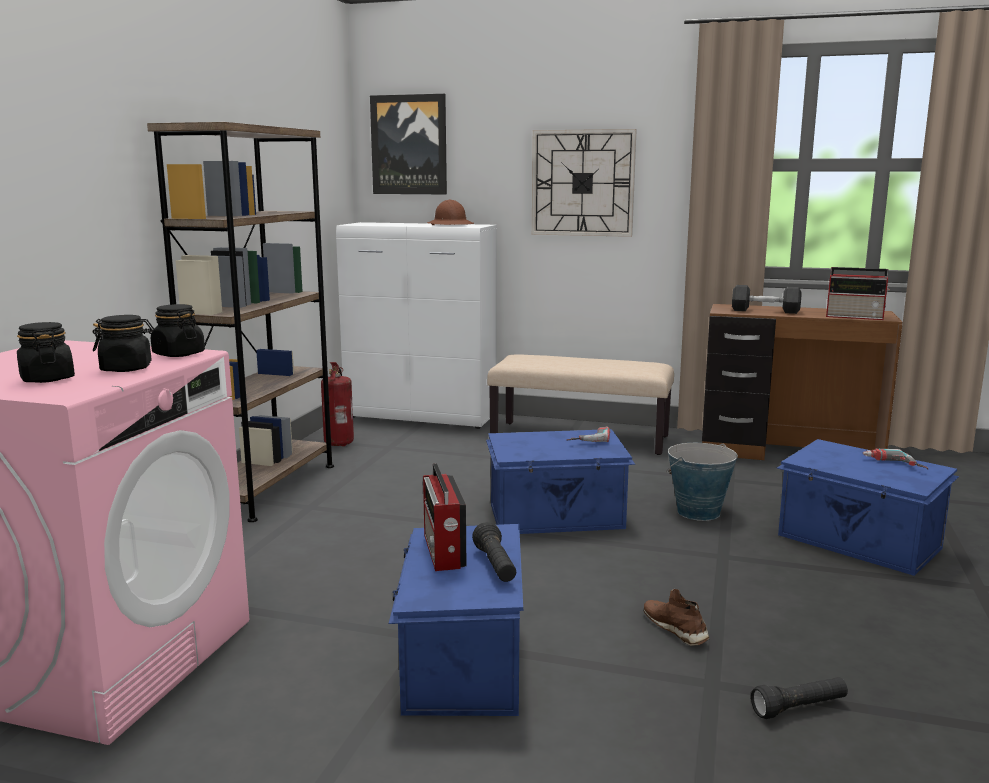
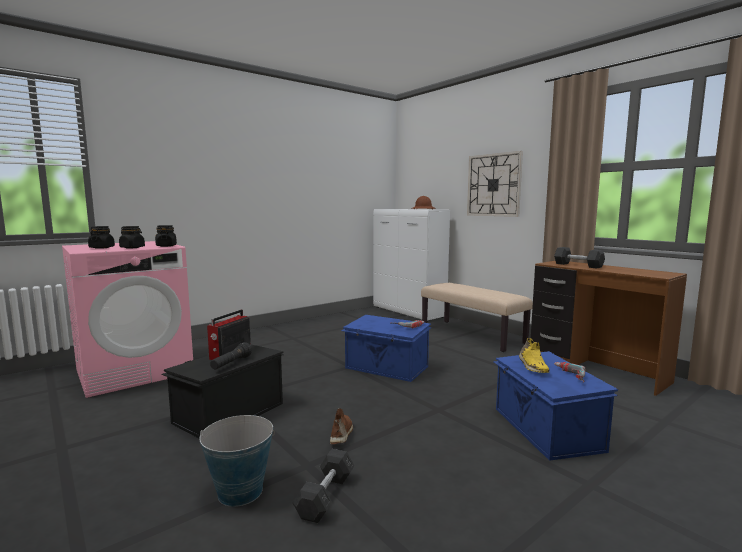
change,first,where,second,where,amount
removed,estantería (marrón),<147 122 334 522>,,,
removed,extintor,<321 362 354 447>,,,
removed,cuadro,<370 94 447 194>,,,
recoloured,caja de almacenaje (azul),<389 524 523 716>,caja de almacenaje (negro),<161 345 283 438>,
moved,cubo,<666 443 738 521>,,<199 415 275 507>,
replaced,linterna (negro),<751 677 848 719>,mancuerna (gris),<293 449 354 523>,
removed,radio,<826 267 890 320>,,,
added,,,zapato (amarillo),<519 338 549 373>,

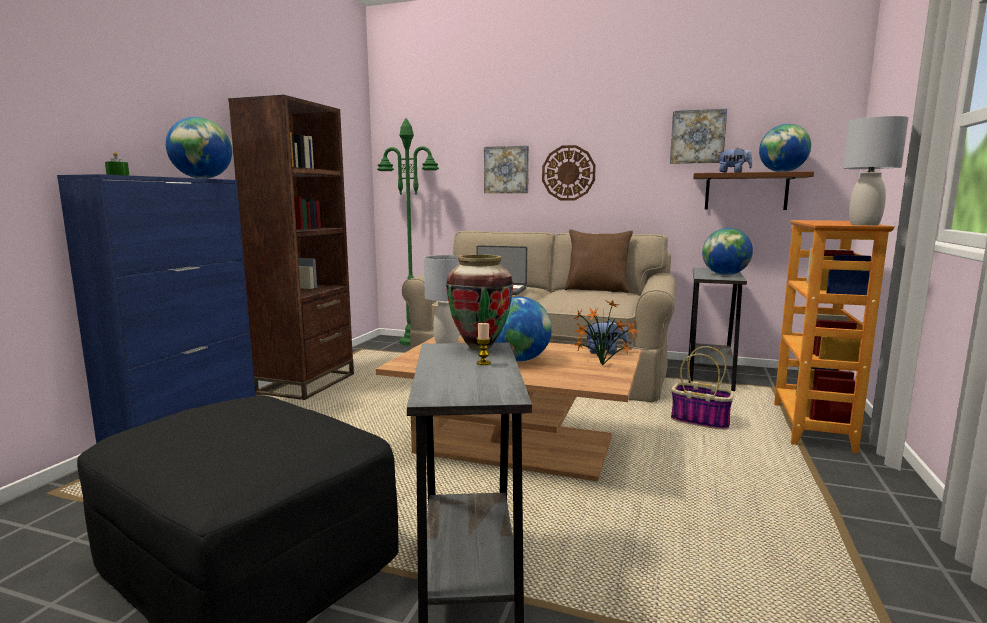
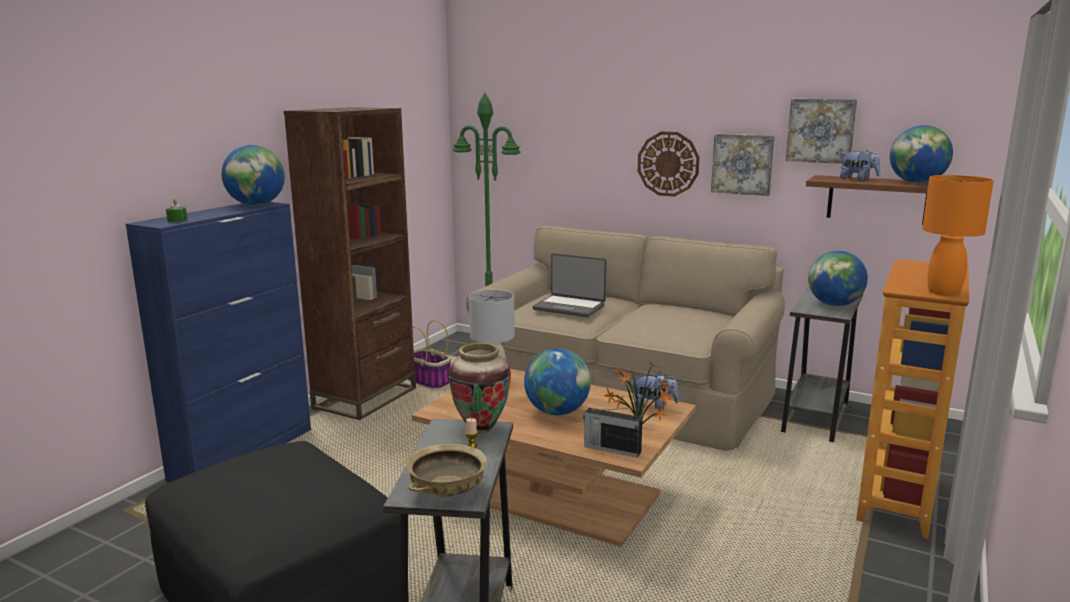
change,first,where,second,where,amount
moved,cuadro,<484 146 529 193>,,<711 134 775 196>,
removed,cojín (marrón),<565 229 633 293>,,,
moved,cesta,<671 346 734 430>,,<408 320 451 389>,
recoloured,lámpara de mesa (gris),<843 116 908 225>,lámpara de mesa (naranja),<922 175 994 296>,
added,,,cuenco (beis),<406 444 487 498>,
added,,,radio,<583 408 643 457>,

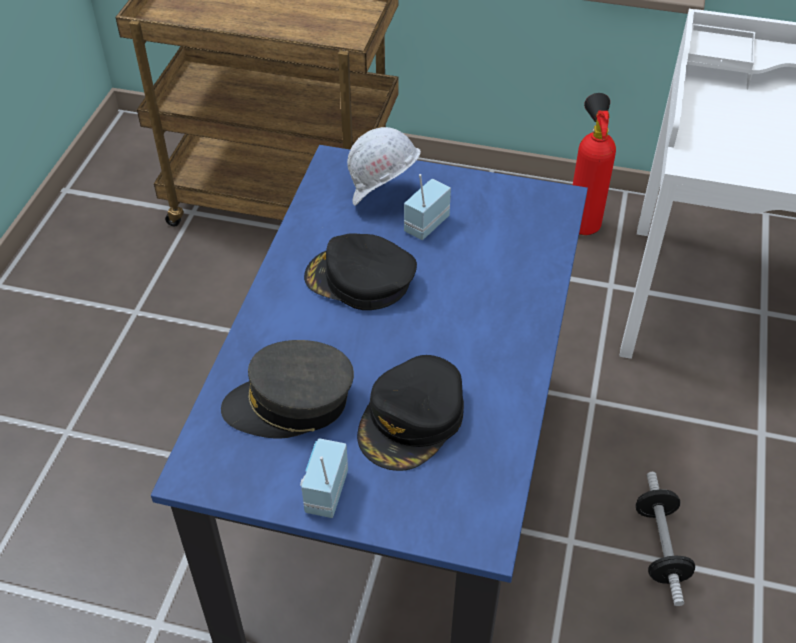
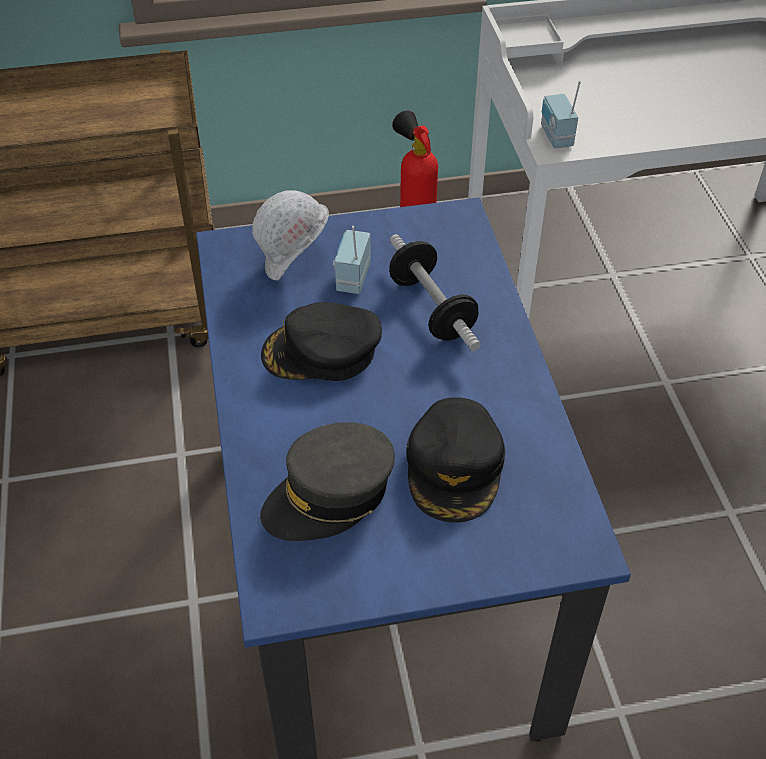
change,first,where,second,where,amount
moved,radio,<300 438 348 518>,,<541 81 581 148>,
moved,mancuerna,<636 472 695 606>,,<389 234 481 351>,

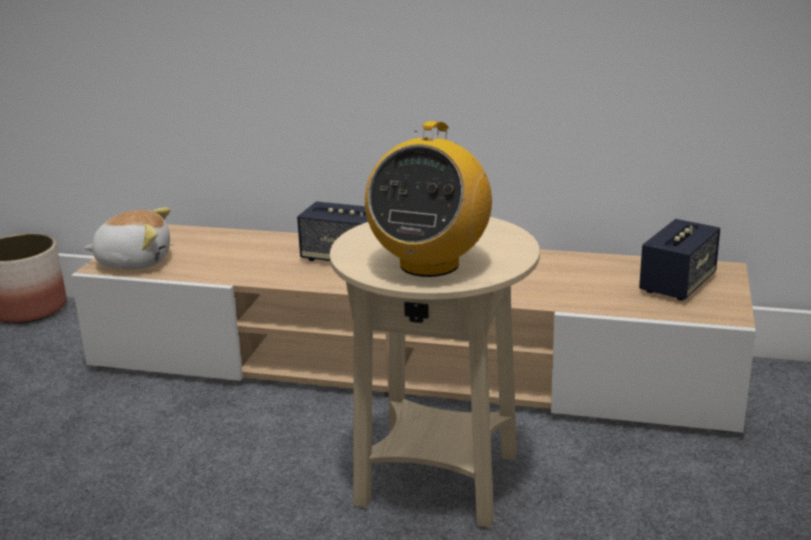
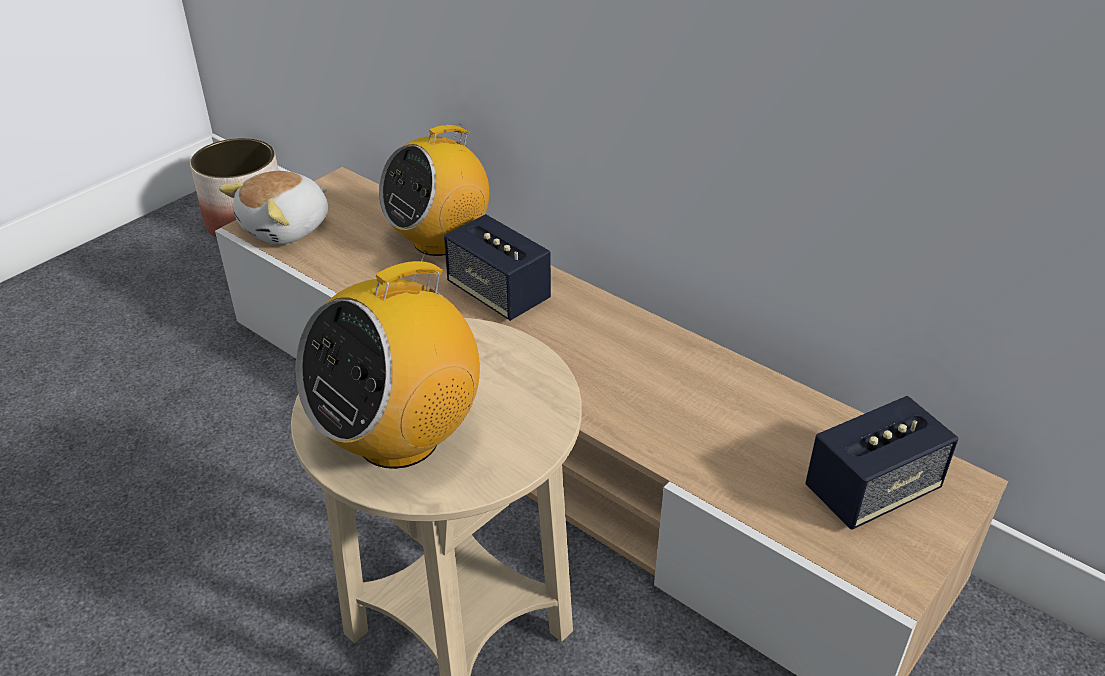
change,first,where,second,where,amount
turned,peluche,<84 207 171 269>,,<219 171 328 244>,105 degrees clockwise
added,,,radio,<379 124 489 256>,

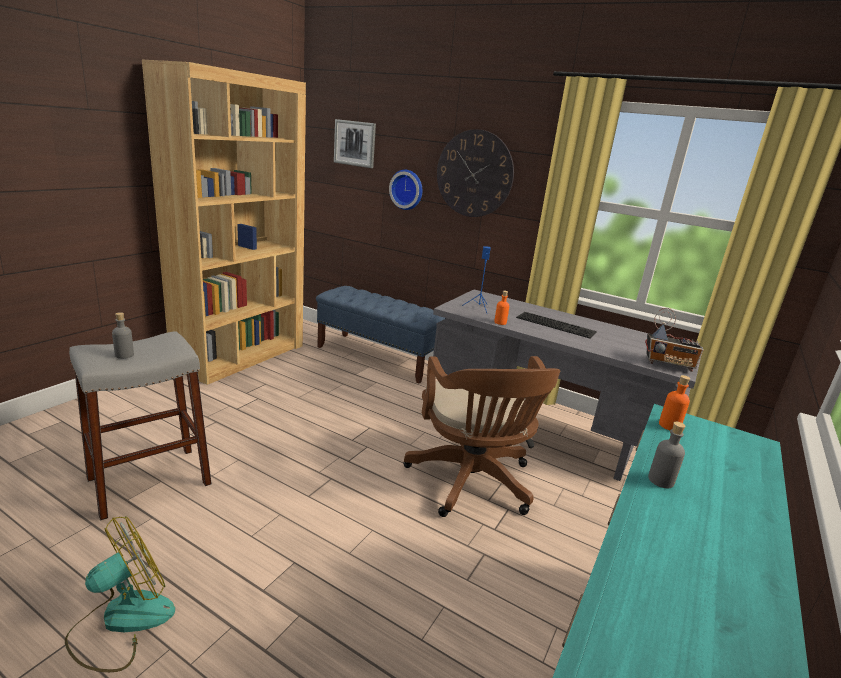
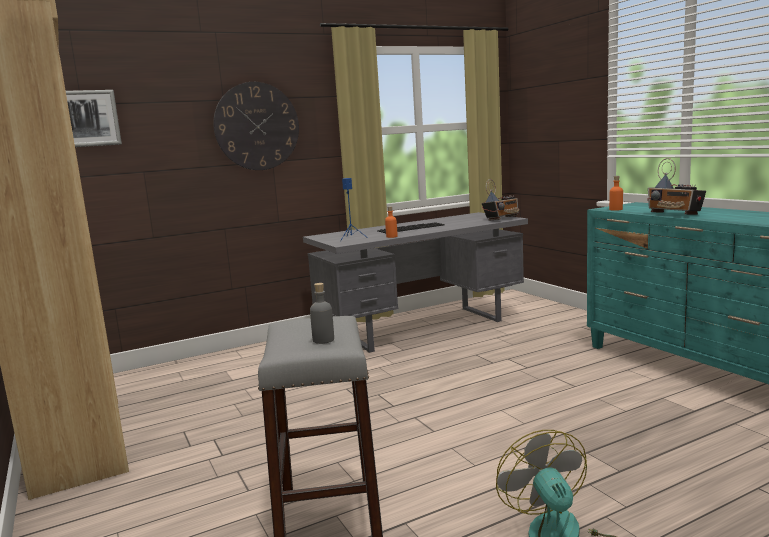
change,first,where,second,where,amount
removed,banco (azul),<316 286 446 384>,,,
removed,reloj de pared,<389 170 422 210>,,,
removed,silla de oficina (marrón),<403 356 560 517>,,,
replaced,botella (gris),<648 422 686 488>,radio,<647 158 706 215>,

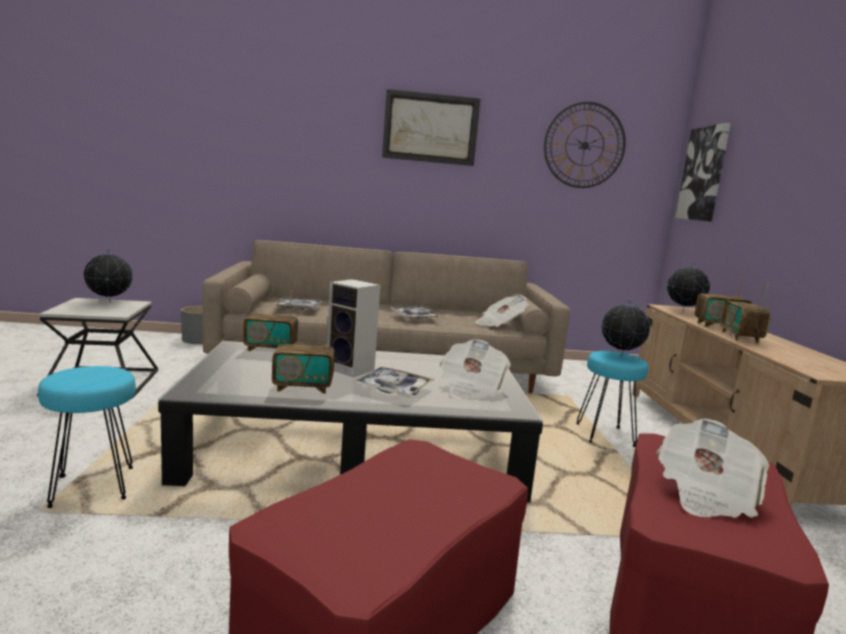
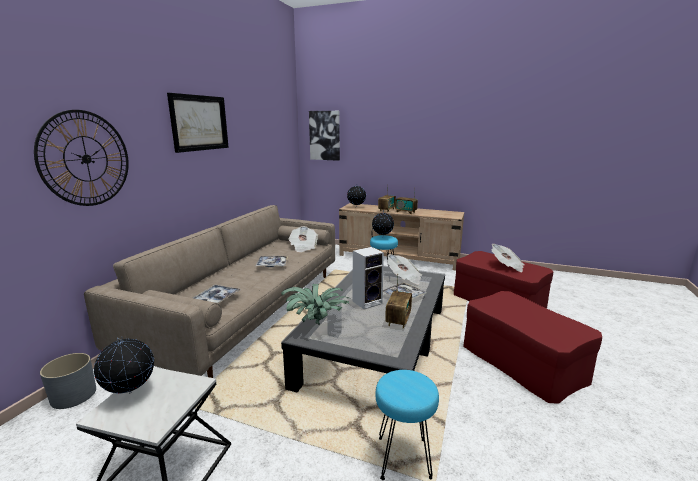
change,first,where,second,where,amount
replaced,radio,<243 290 298 351>,planta en maceta,<281 284 349 325>,
moved,reloj de pared,<544 102 626 188>,,<34 110 129 206>,

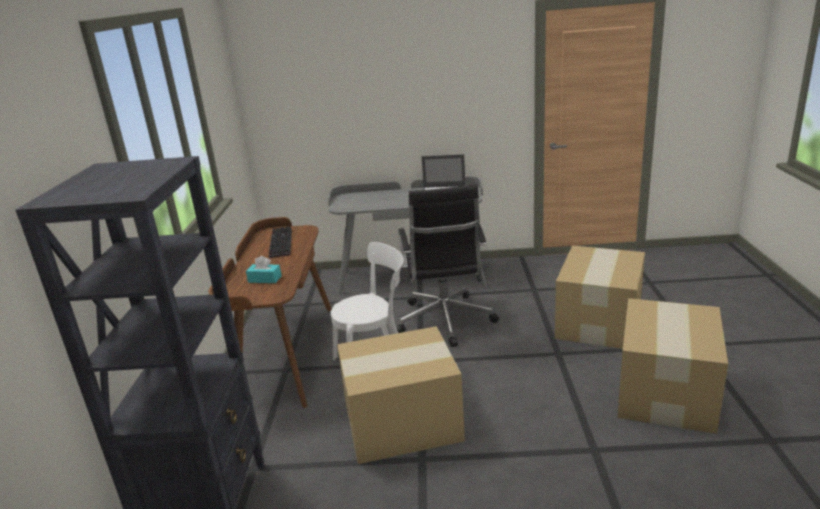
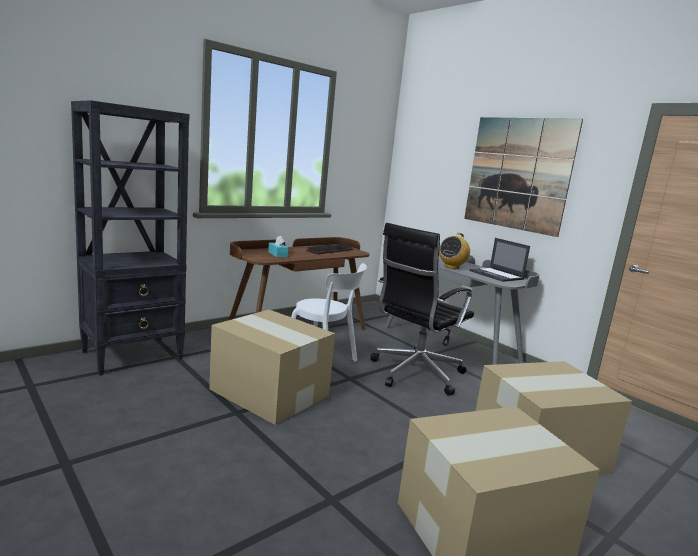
change,first,where,second,where,amount
added,,,radio,<439 233 470 269>,
added,,,cuadro,<464 117 583 237>,

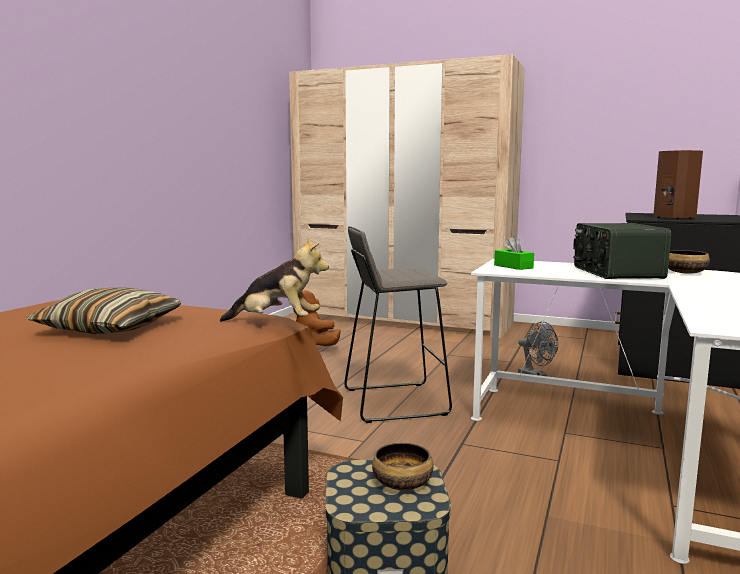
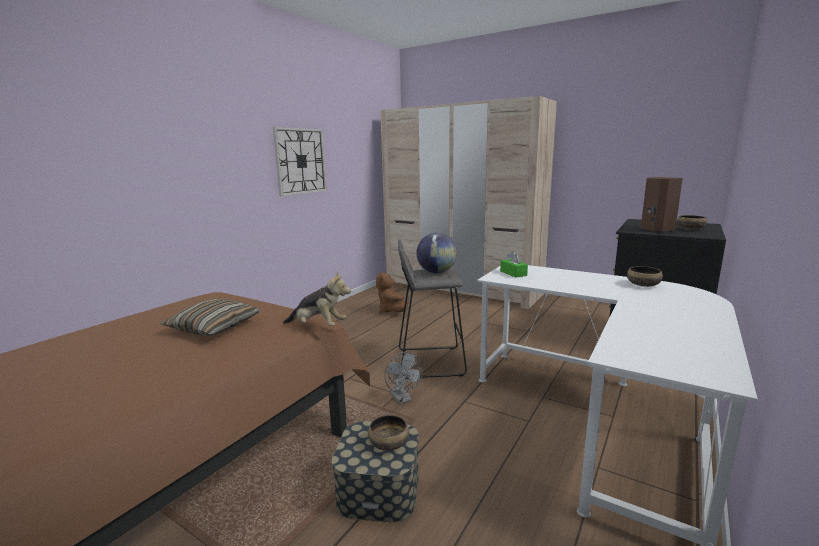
change,first,where,second,where,amount
moved,ventilador (gris),<518 321 558 376>,,<384 352 423 404>,
removed,radio,<573 223 671 279>,,,
added,,,reloj de pared,<273 127 327 196>,
added,,,globo terráqueo,<416 233 457 273>,
added,,,cuenco,<677 215 707 230>,

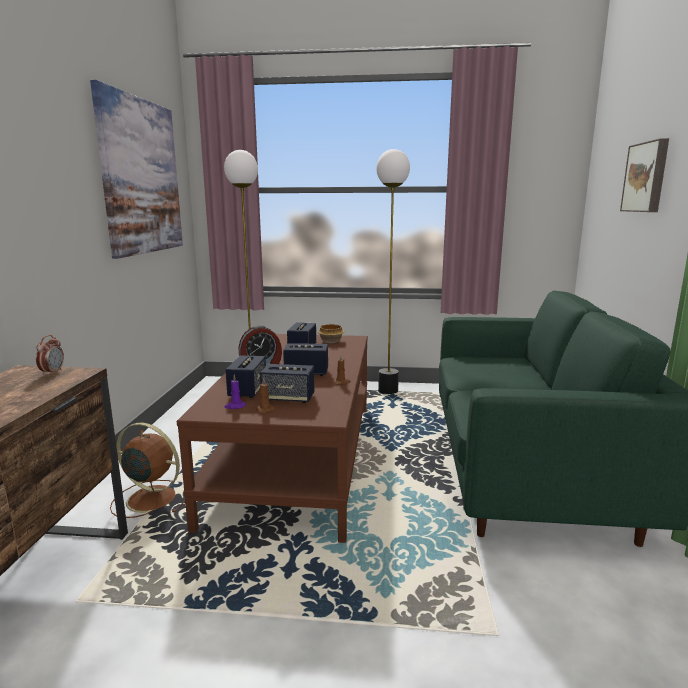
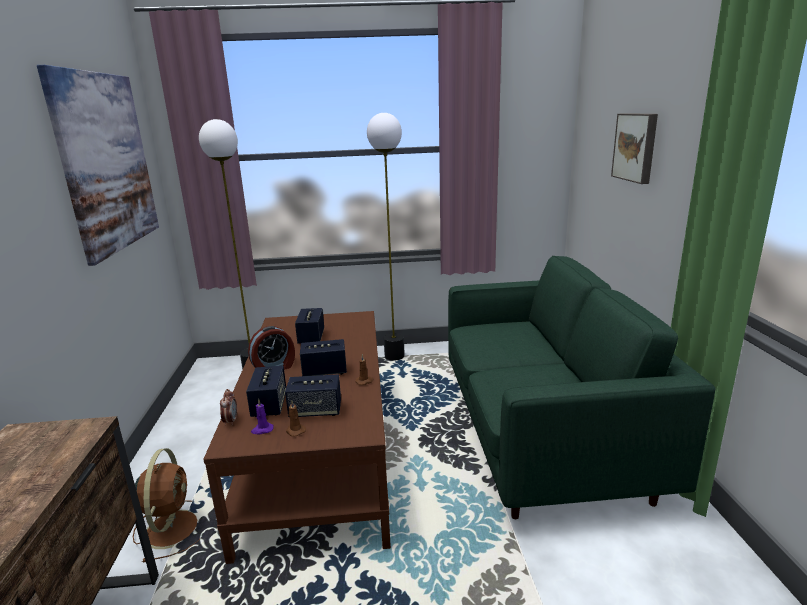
change,first,where,second,where,amount
moved,despertador,<36 335 64 376>,,<220 389 237 426>,
turned,ventilador (marrón),<110 422 185 518>,,<133 448 200 562>,75 degrees clockwise
removed,cuenco,<318 324 344 343>,,,

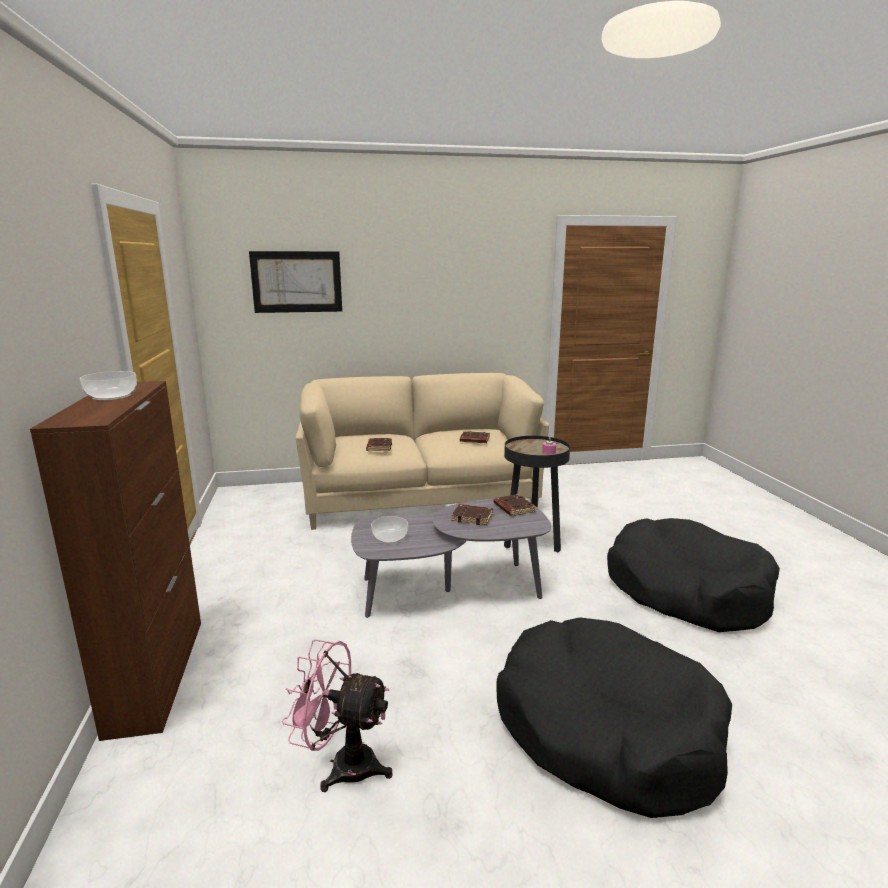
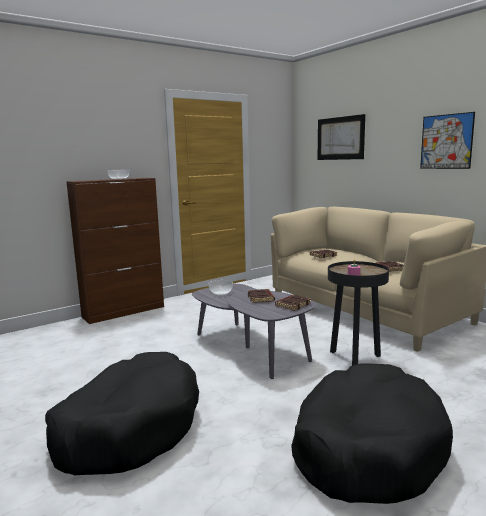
change,first,where,second,where,amount
removed,ventilador (rosa),<282 639 393 792>,,,
added,,,cuadro,<420 112 475 169>,

